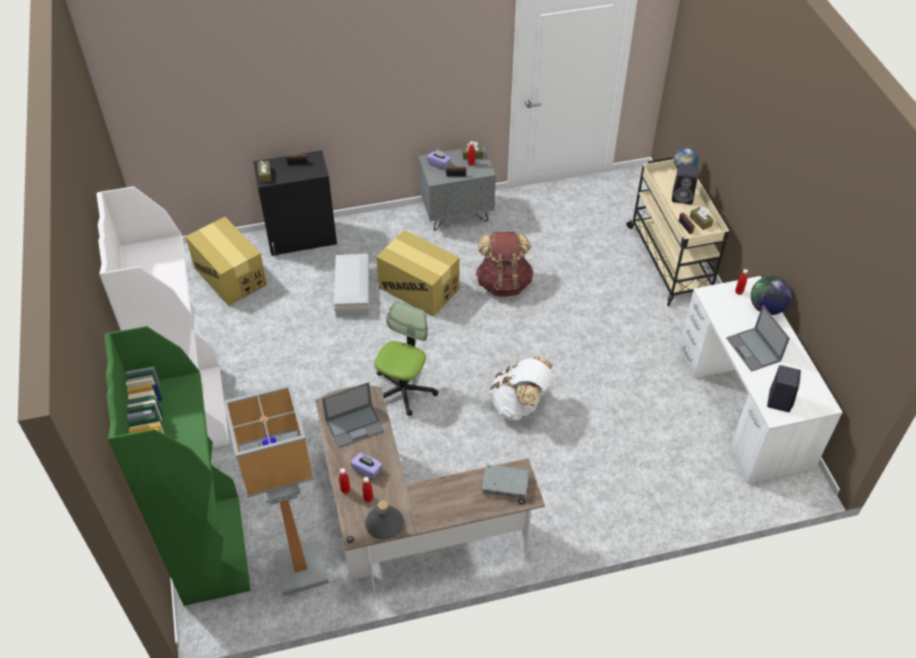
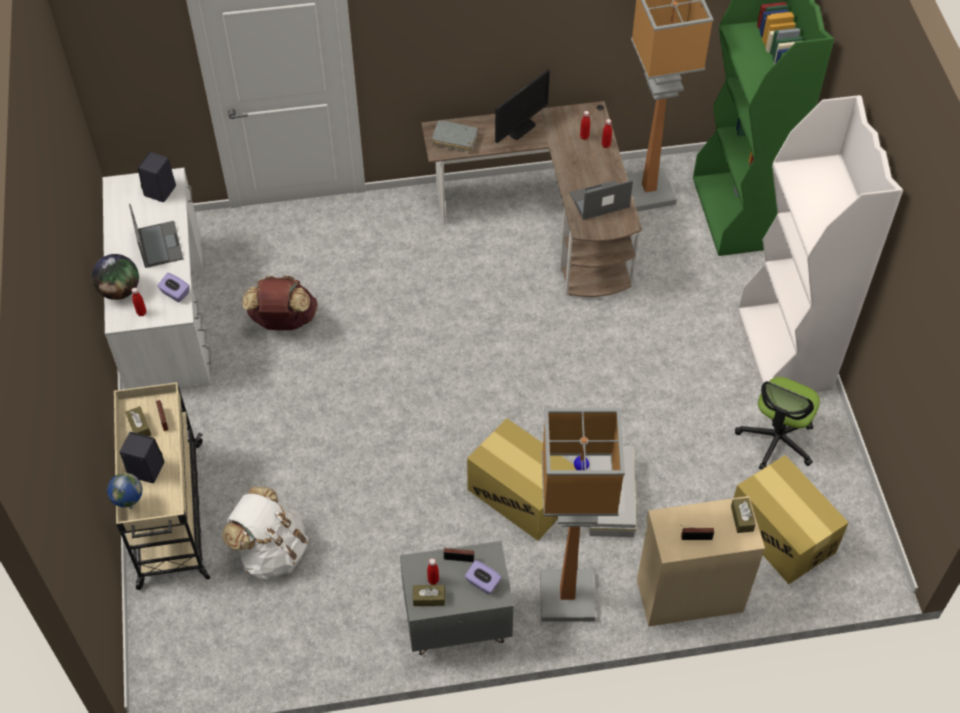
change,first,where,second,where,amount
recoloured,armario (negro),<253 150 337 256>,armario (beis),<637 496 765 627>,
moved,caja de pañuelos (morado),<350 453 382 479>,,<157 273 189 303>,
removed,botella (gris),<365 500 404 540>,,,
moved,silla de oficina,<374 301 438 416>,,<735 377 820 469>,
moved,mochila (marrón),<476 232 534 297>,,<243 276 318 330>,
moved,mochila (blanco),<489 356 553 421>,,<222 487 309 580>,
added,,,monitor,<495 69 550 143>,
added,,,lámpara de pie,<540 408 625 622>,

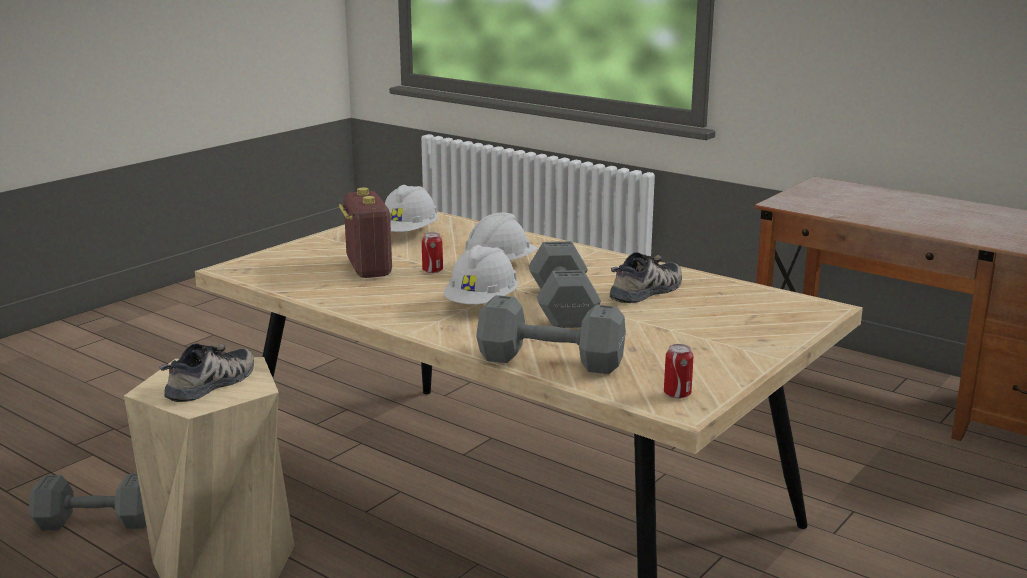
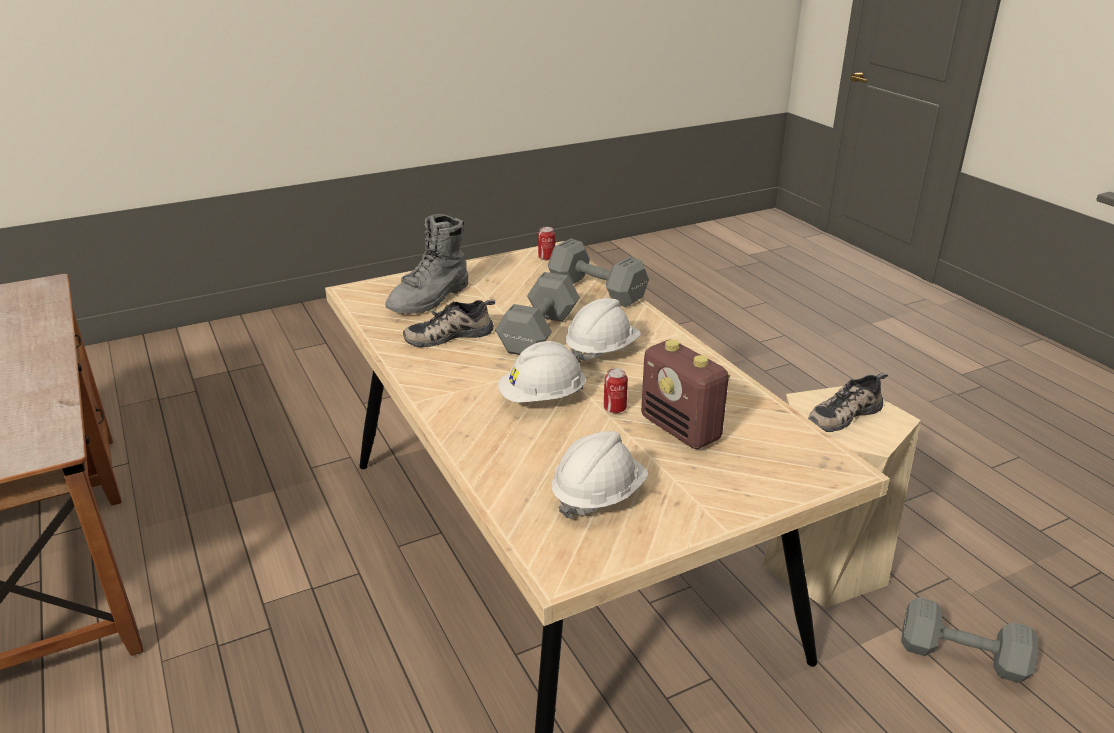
change,first,where,second,where,amount
turned,radio,<339 188 392 278>,,<641 340 730 449>,45 degrees counterclockwise
added,,,bota (gris),<385 214 468 314>,

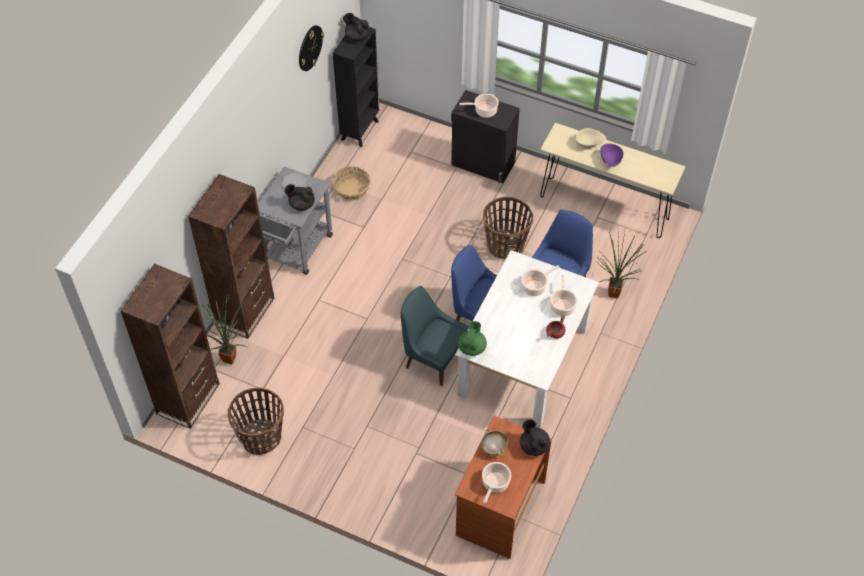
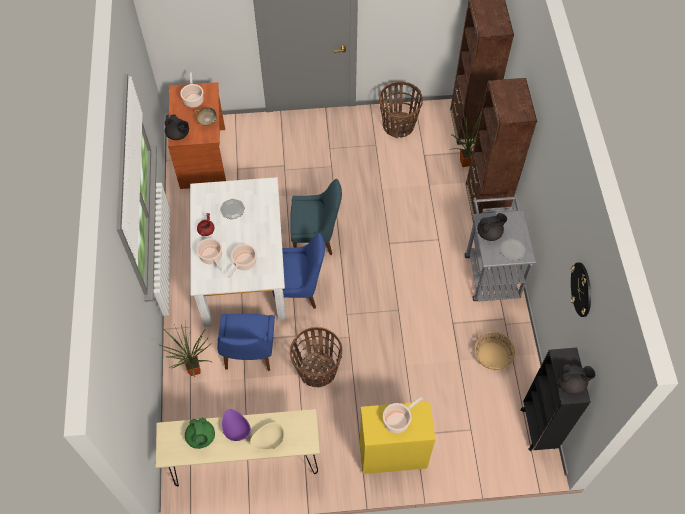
change,first,where,second,where,amount
recoloured,armario (negro),<451 90 520 184>,armario (amarillo),<360 401 436 474>,
moved,tetera (verde),<458 321 487 356>,,<185 417 215 449>,
added,,,plato,<220 199 245 220>,

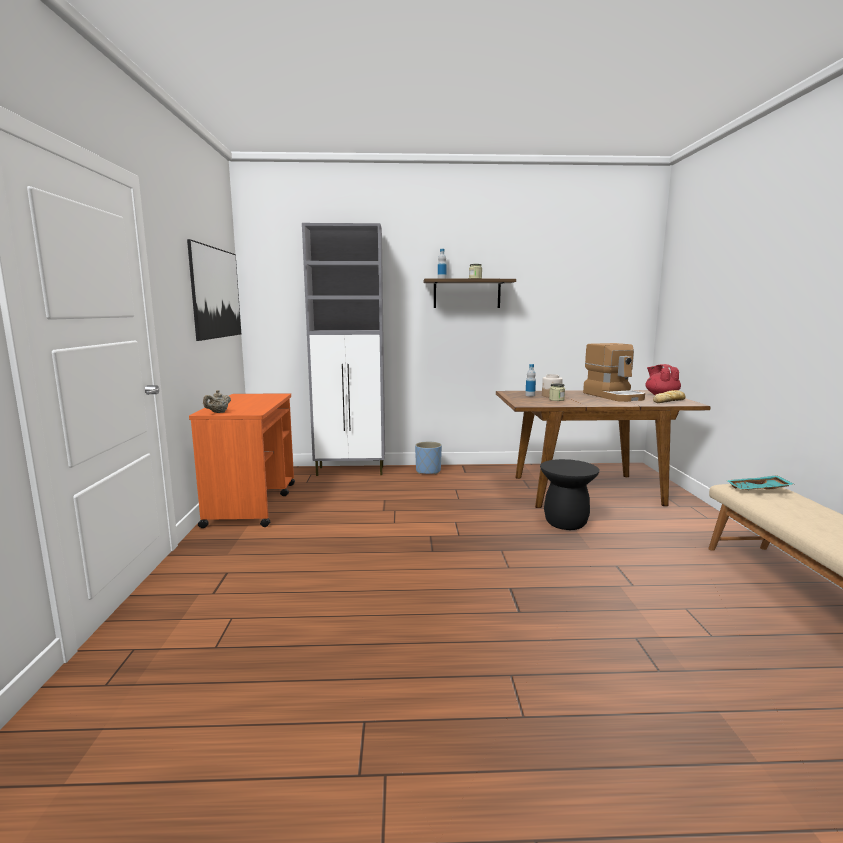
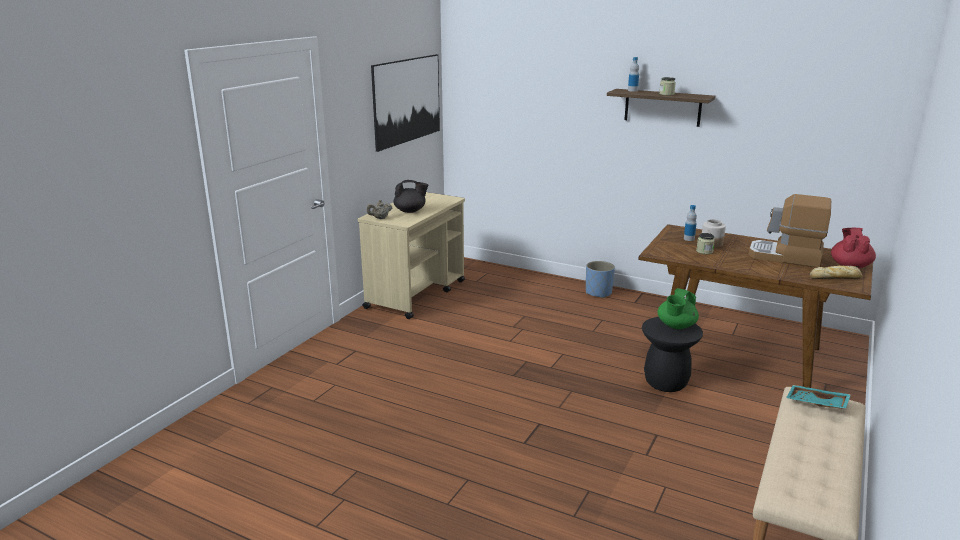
change,first,where,second,where,amount
recoloured,carrito (naranja),<189 393 295 528>,carrito (beis),<358 192 465 319>,
removed,armario (gris),<302 223 385 476>,,,
turned,cafetera,<583 343 645 402>,,<748 194 831 268>,105 degrees clockwise
added,,,tetera (negro),<393 180 428 213>,
added,,,tetera (verde),<657 288 699 329>,

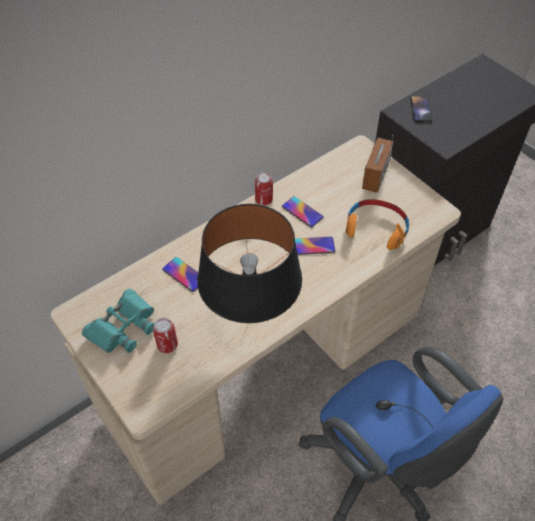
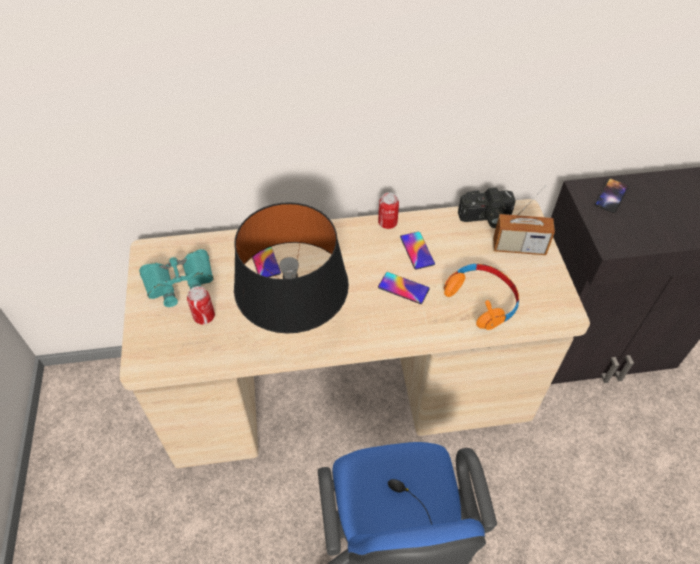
change,first,where,second,where,amount
turned,radio,<362 135 393 193>,,<493 185 555 255>,135 degrees counterclockwise
added,,,cámara,<458 187 516 228>,

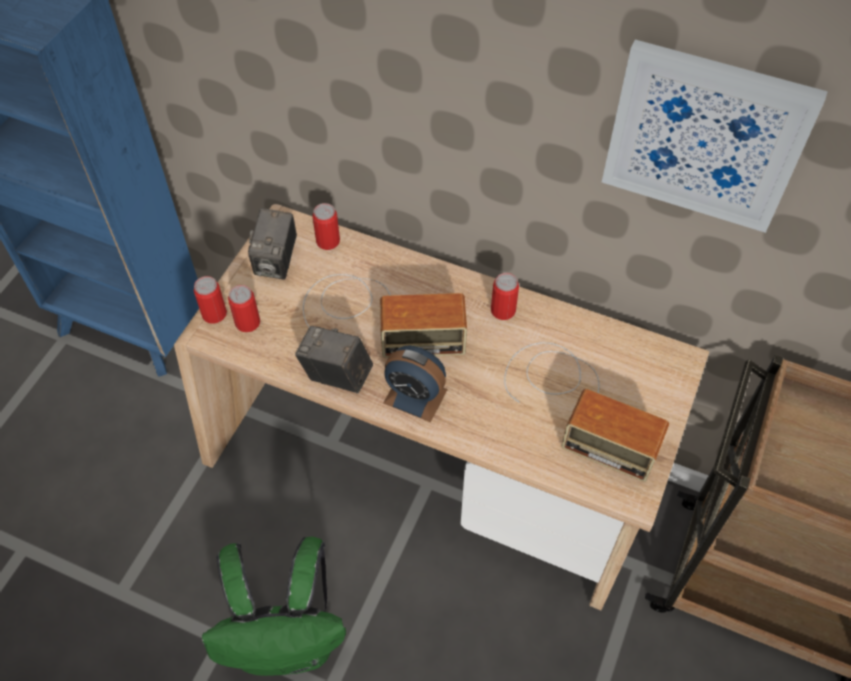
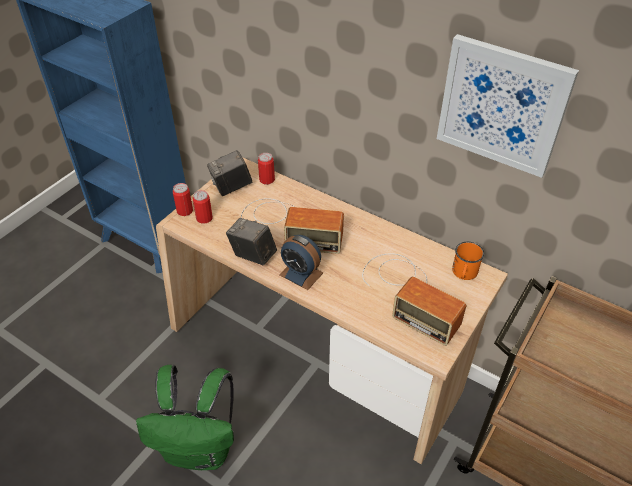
change,first,where,second,where,amount
turned,cámara,<248 208 297 279>,,<207 150 252 196>,45 degrees clockwise
removed,lata,<491 273 519 320>,,,
added,,,taza grande (naranja),<452 242 484 280>,

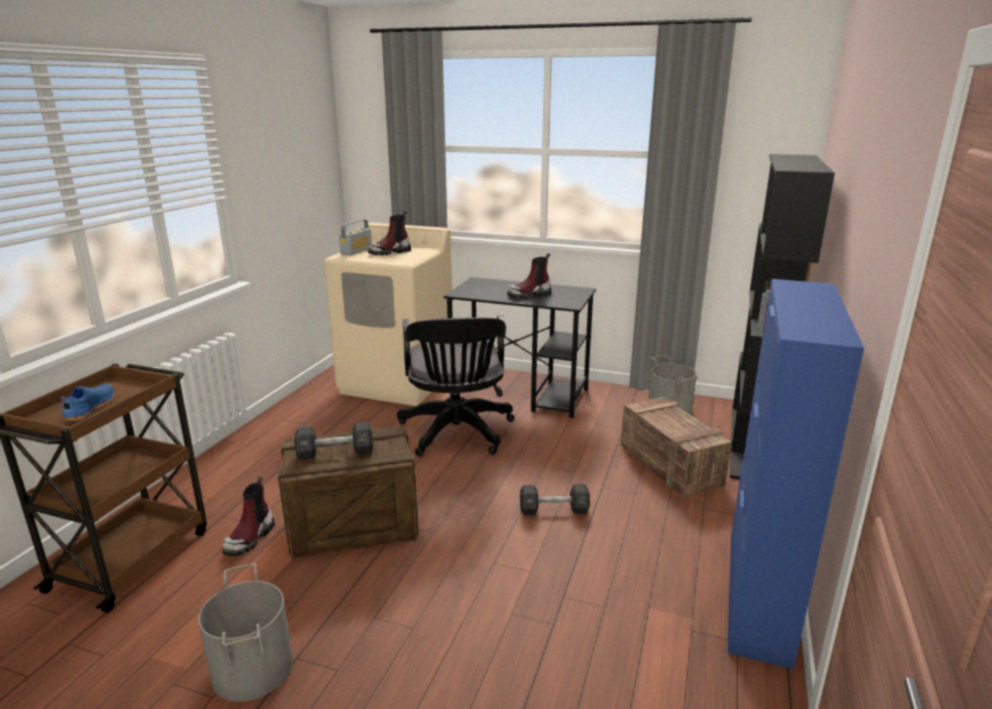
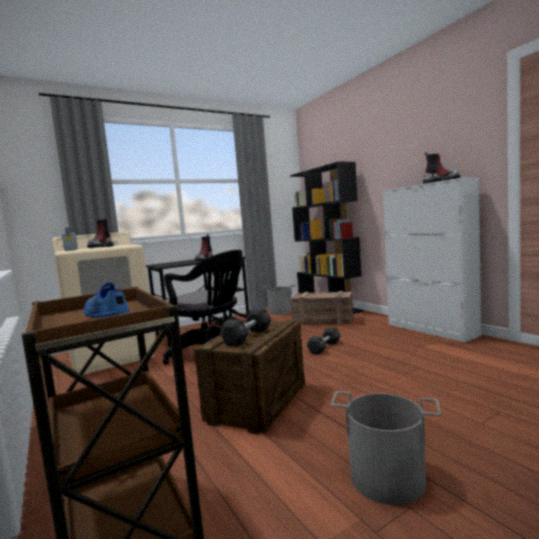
change,first,where,second,where,amount
moved,bota,<222 476 275 556>,,<423 152 460 184>,
recoloured,armario (azul),<727 279 864 669>,armario (blanco),<383 178 481 342>,

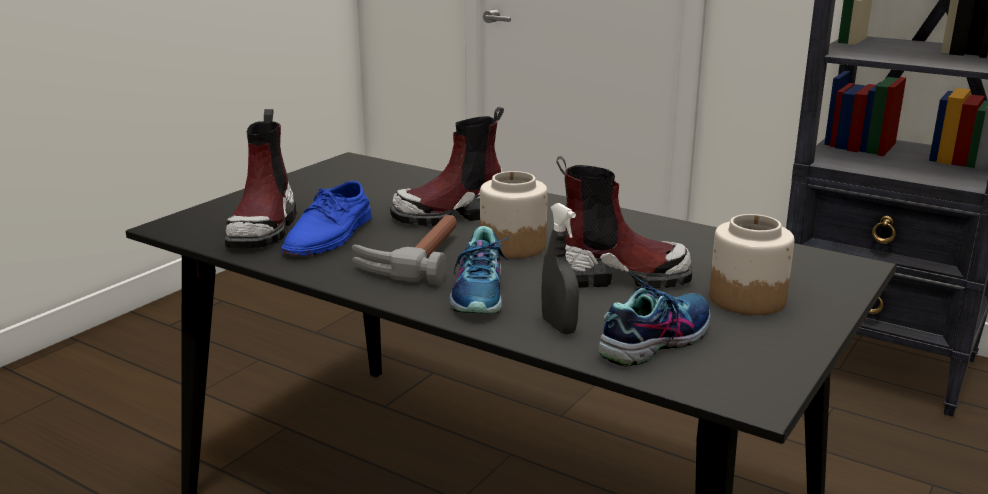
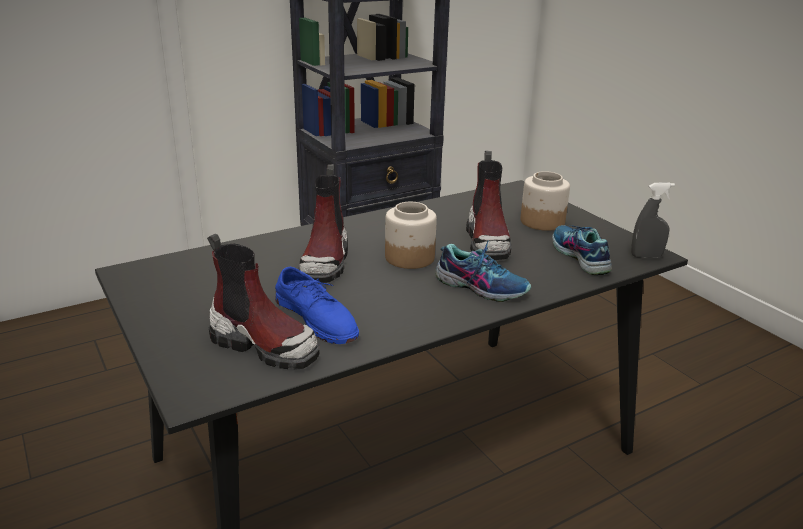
change,first,where,second,where,amount
removed,martillo,<352 215 457 285>,,,
moved,pulverizador (gris),<542 203 579 335>,,<631 183 675 258>,
turned,bota,<556 156 692 288>,,<466 151 512 260>,150 degrees clockwise

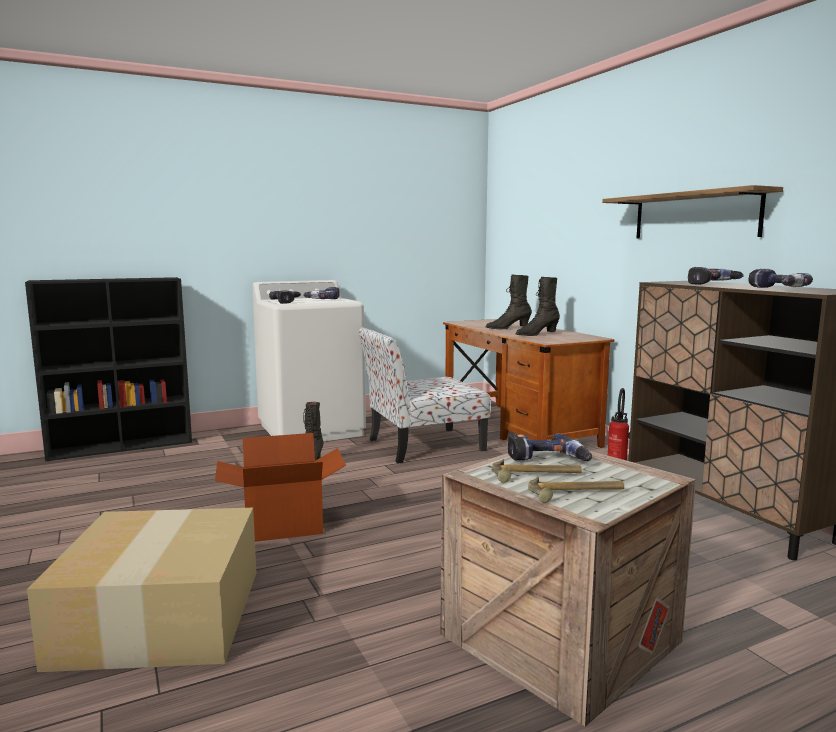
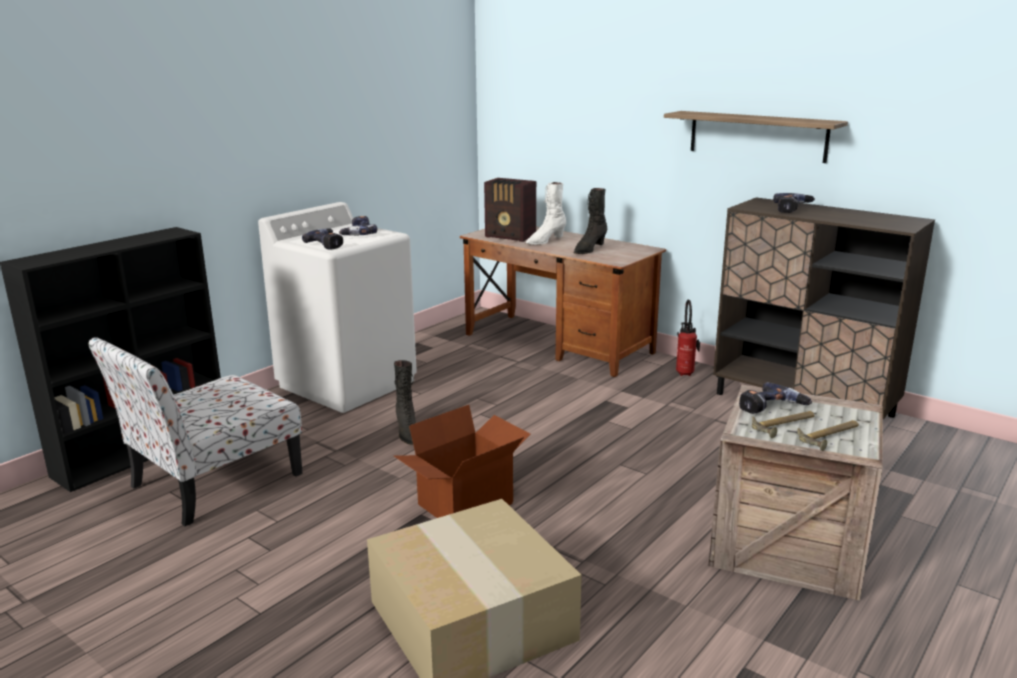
change,first,where,second,where,amount
moved,silla,<359 327 491 463>,,<89 337 303 526>,
recoloured,bota (negro),<486 275 532 329>,bota (blanco),<526 182 566 245>,
removed,taladro,<749 269 813 288>,,,
added,,,radio,<484 178 536 242>,

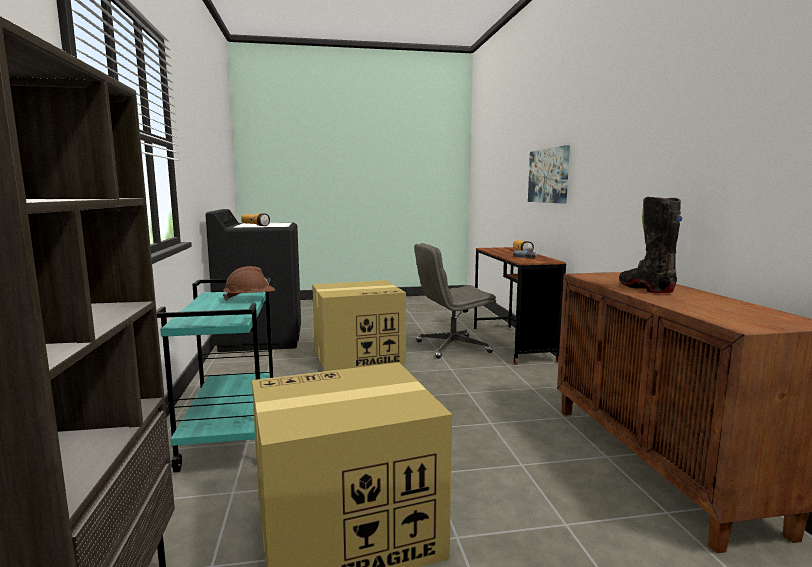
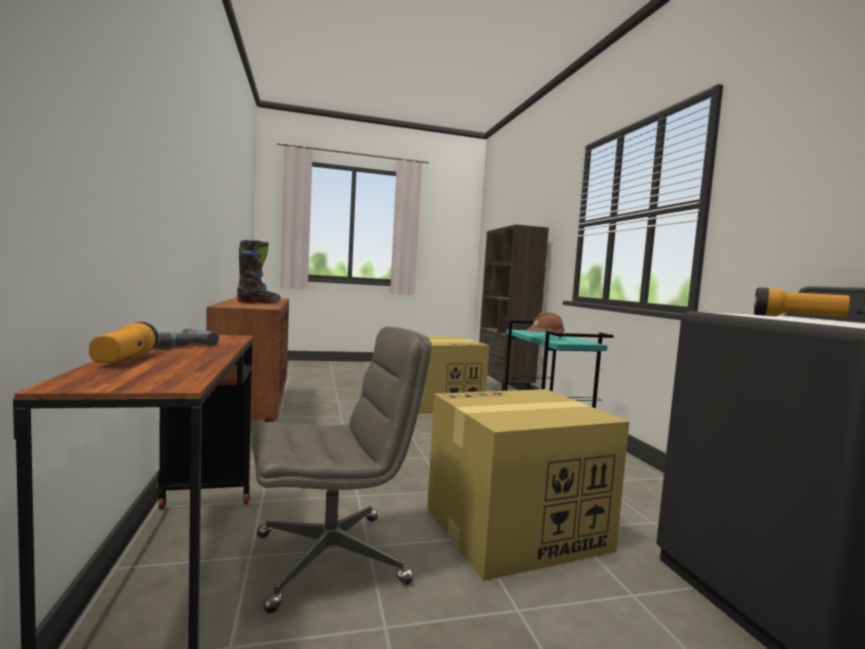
change,first,where,second,where,amount
removed,cuadro,<528 145 570 204>,,,
turned,bota (negro),<619 197 682 293>,,<237 240 281 304>,120 degrees counterclockwise

